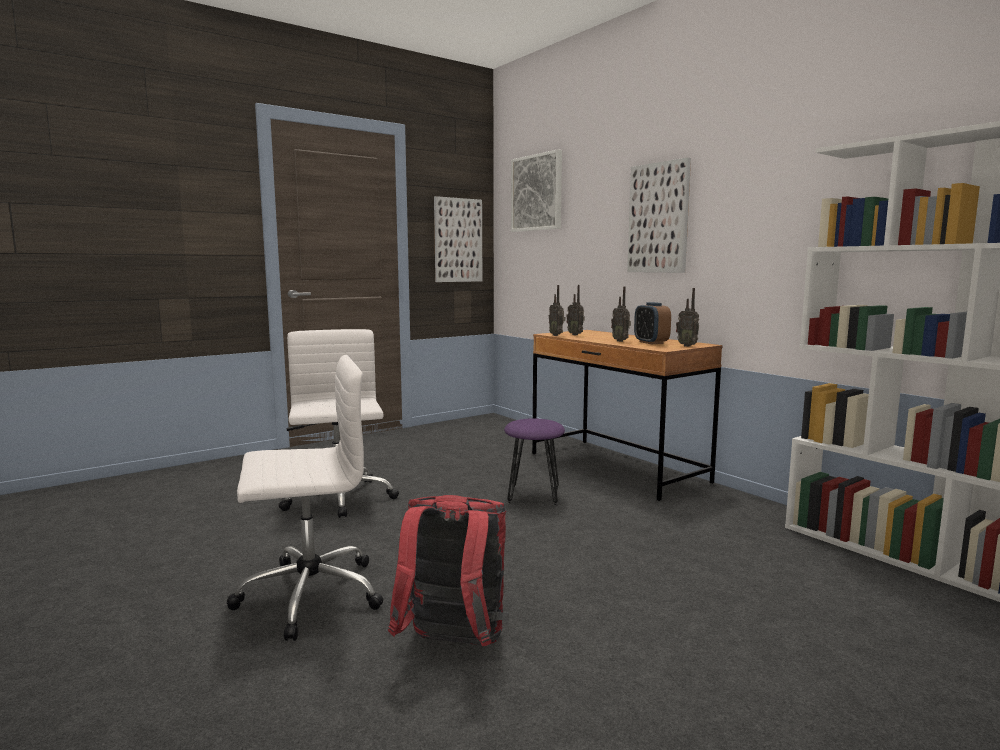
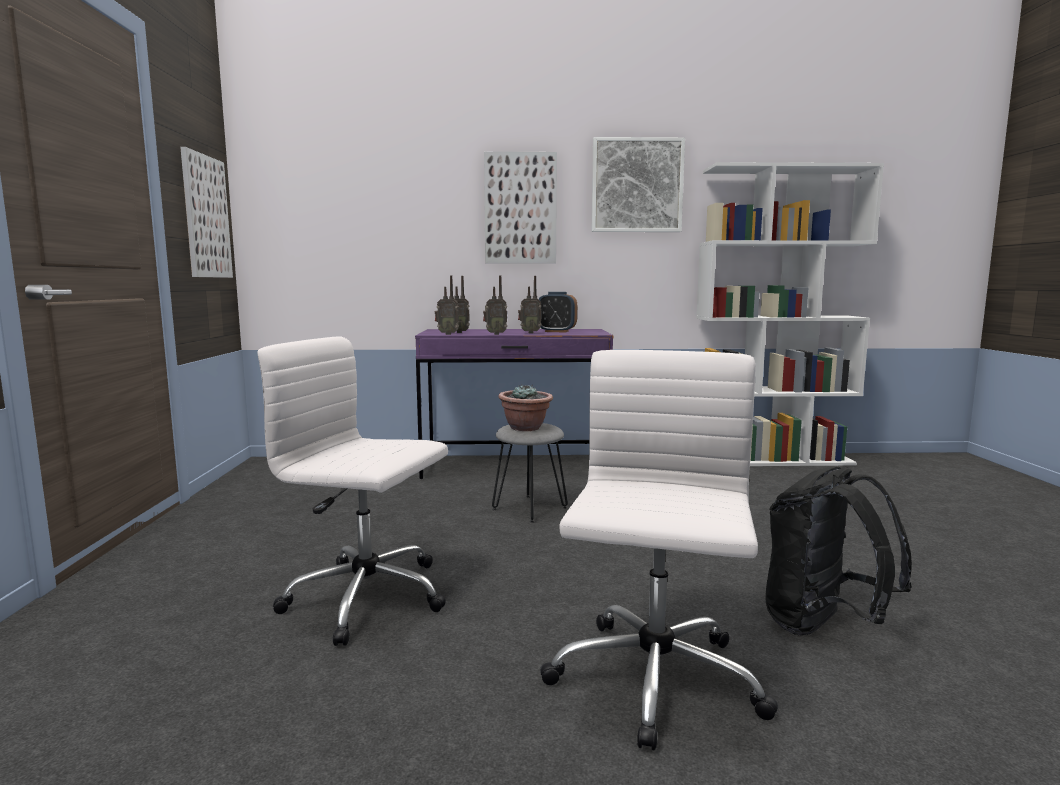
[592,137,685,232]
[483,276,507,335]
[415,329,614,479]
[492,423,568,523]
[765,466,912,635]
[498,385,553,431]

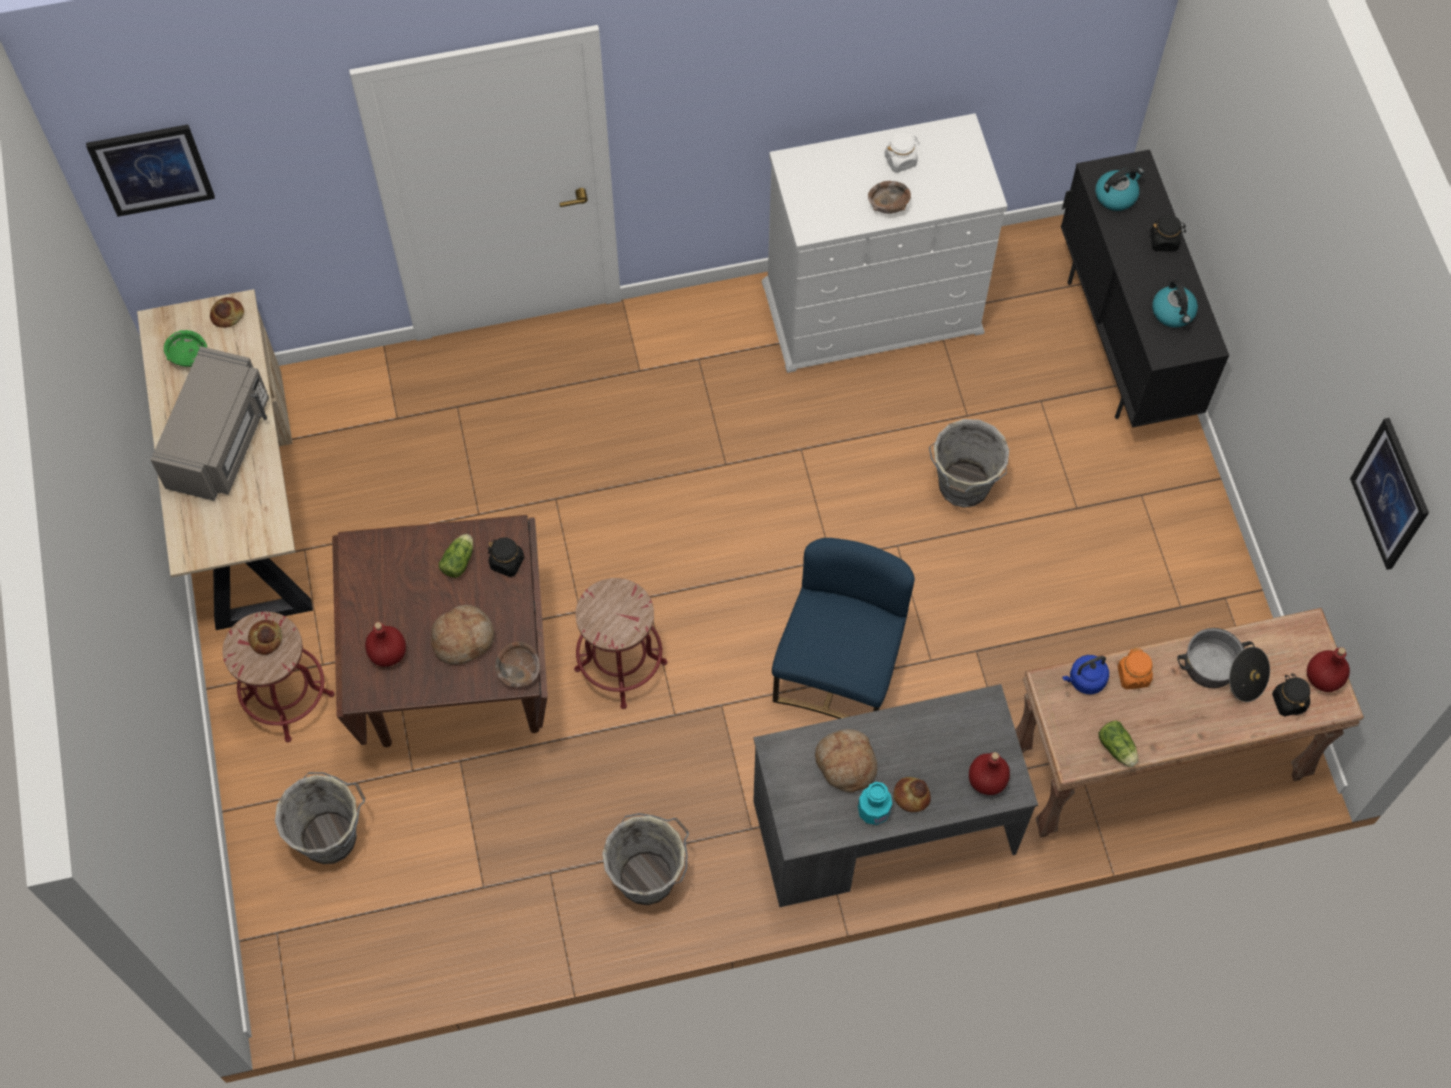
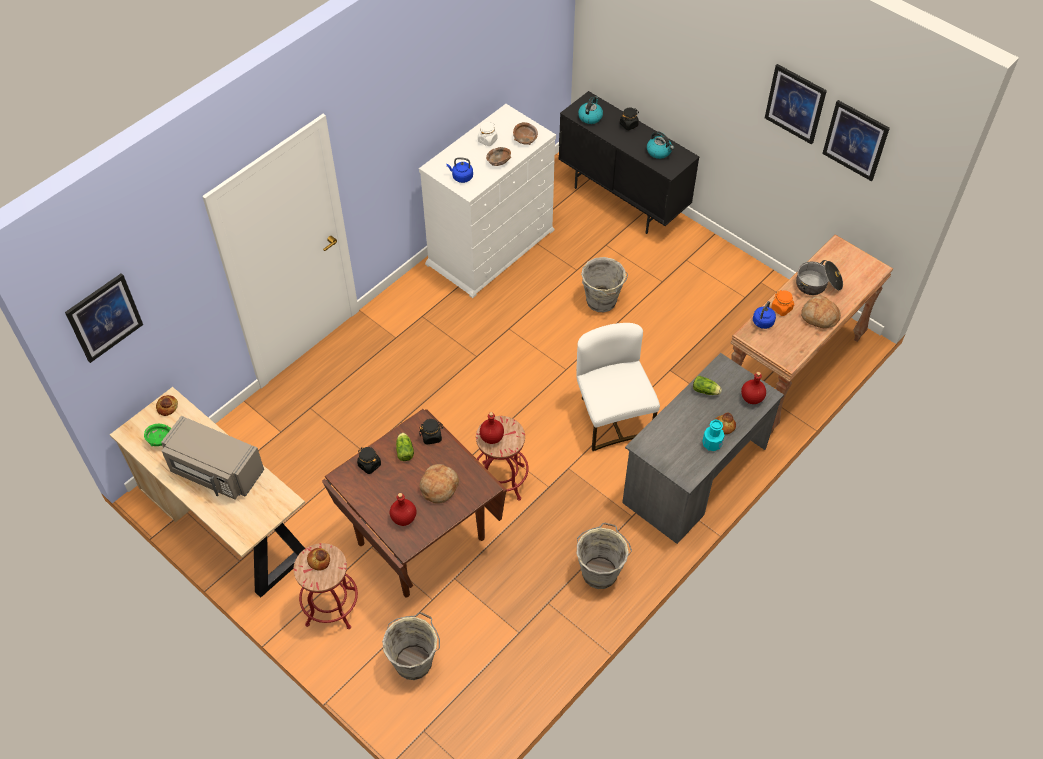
[161,416,264,499]
[576,323,660,451]
[513,122,538,145]
[480,412,504,444]
[357,447,381,474]
[693,376,722,395]
[801,296,841,328]
[765,64,827,145]
[447,157,473,183]

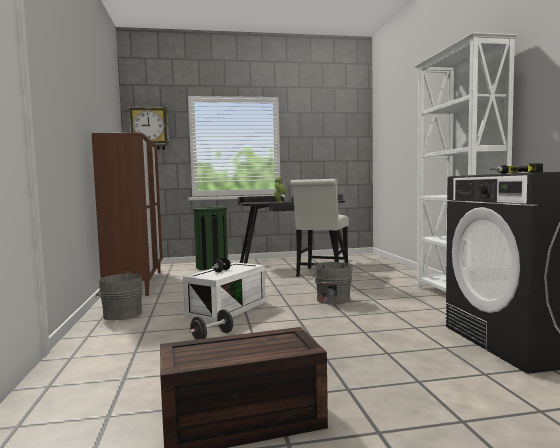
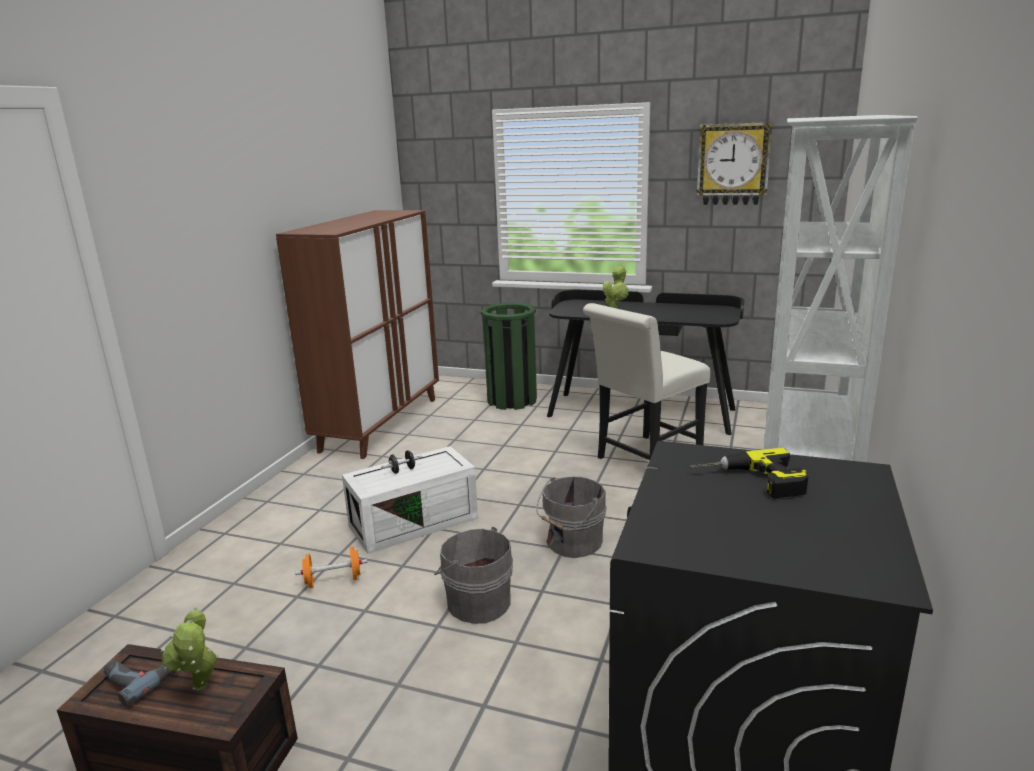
[696,122,773,205]
[434,527,513,624]
[295,546,367,588]
[160,608,220,690]
[104,660,176,707]

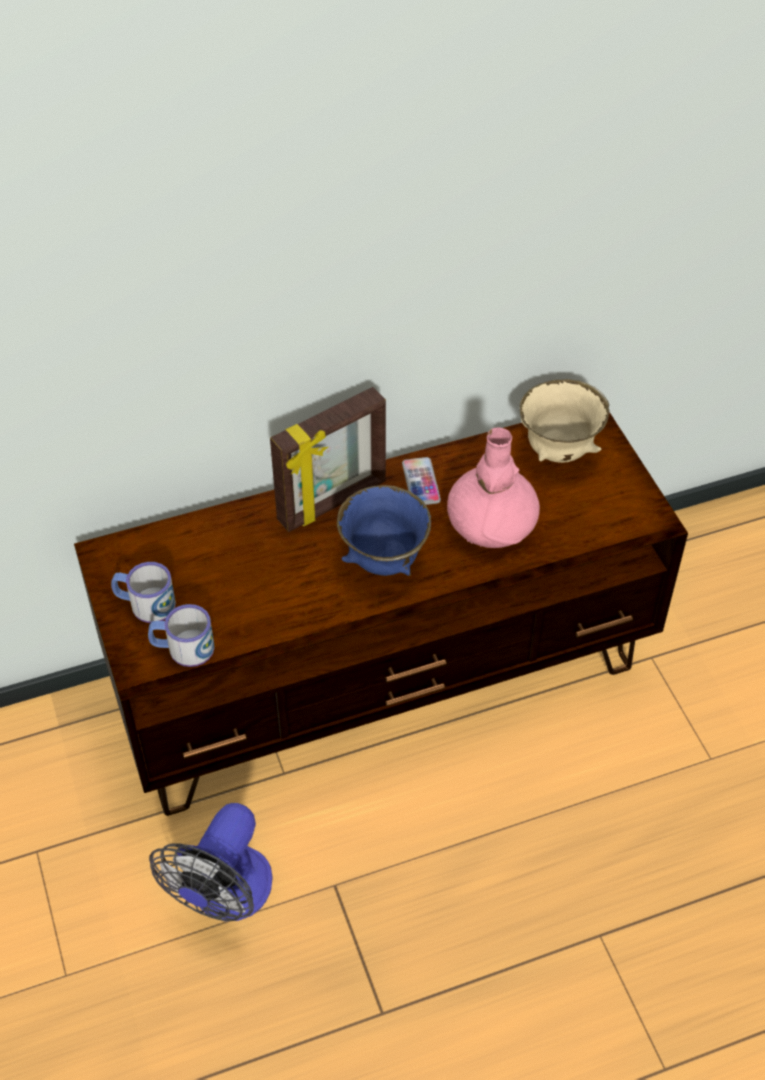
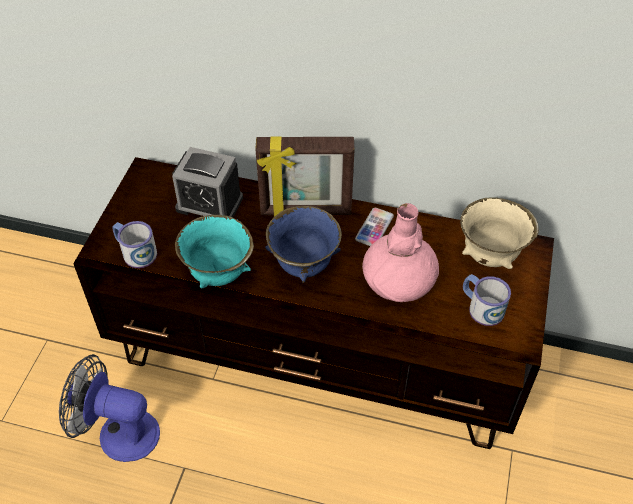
[463,274,511,326]
[59,354,160,462]
[172,147,243,218]
[175,215,254,288]

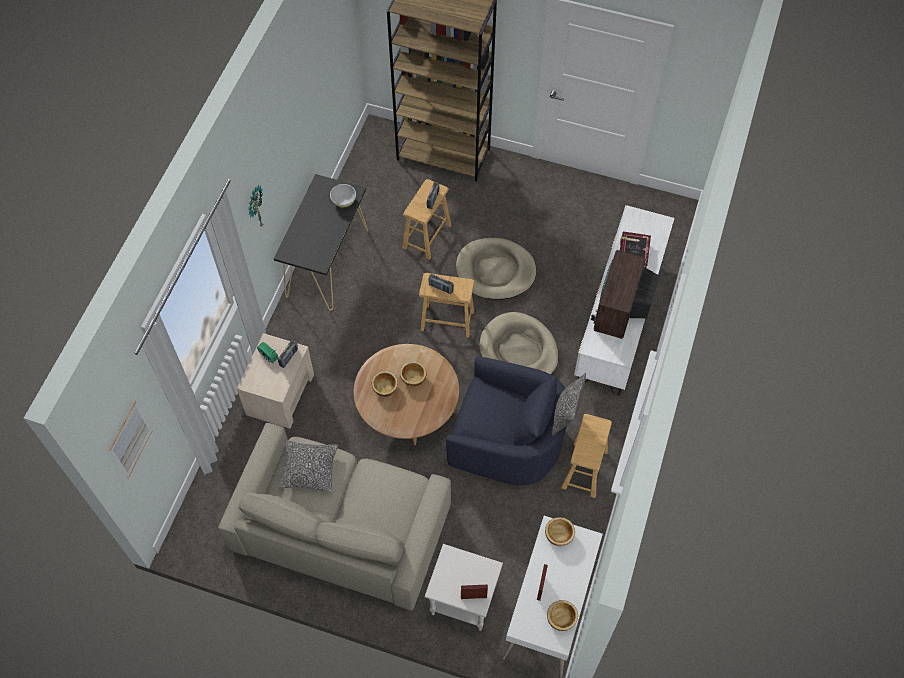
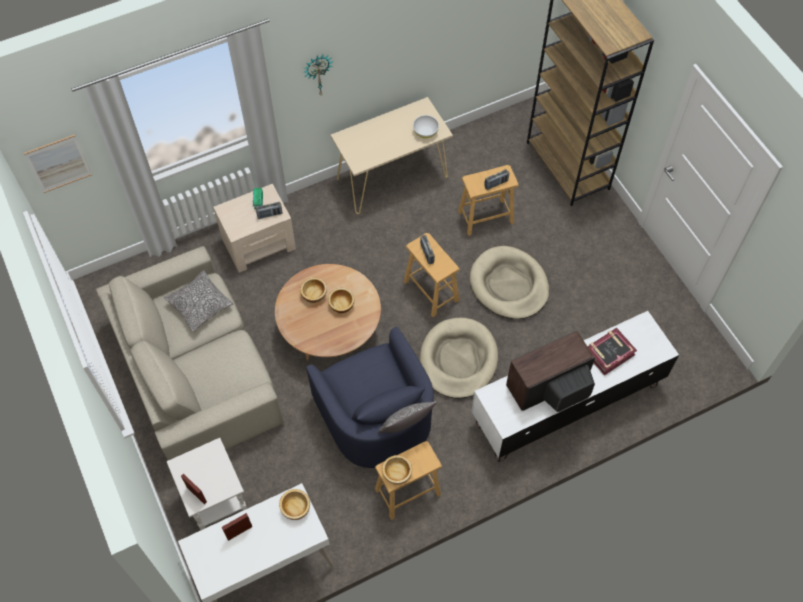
[331,97,453,214]
[382,455,412,484]

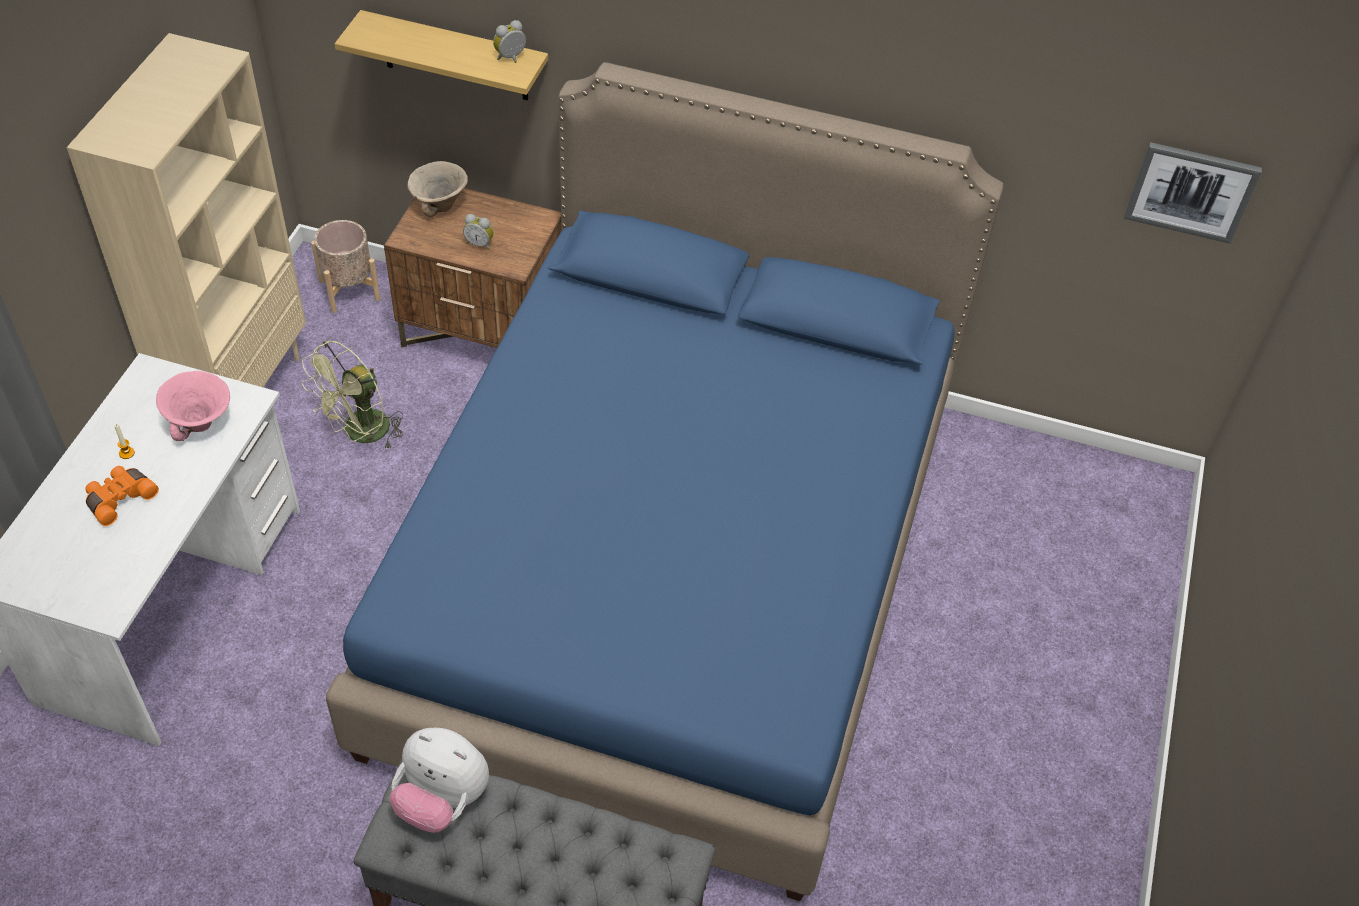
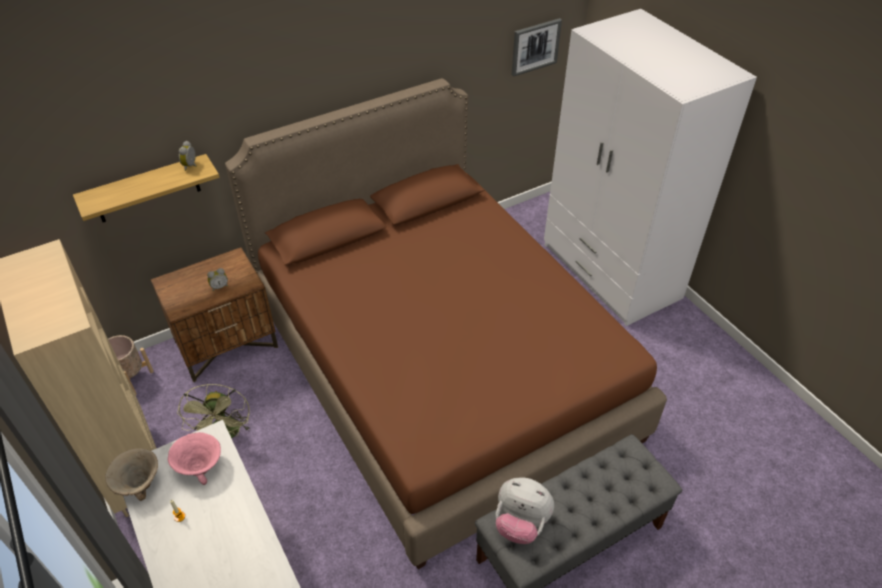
[225,78,667,569]
[105,448,158,501]
[85,466,159,526] (first image)
[496,477,554,544]
[544,9,757,326]

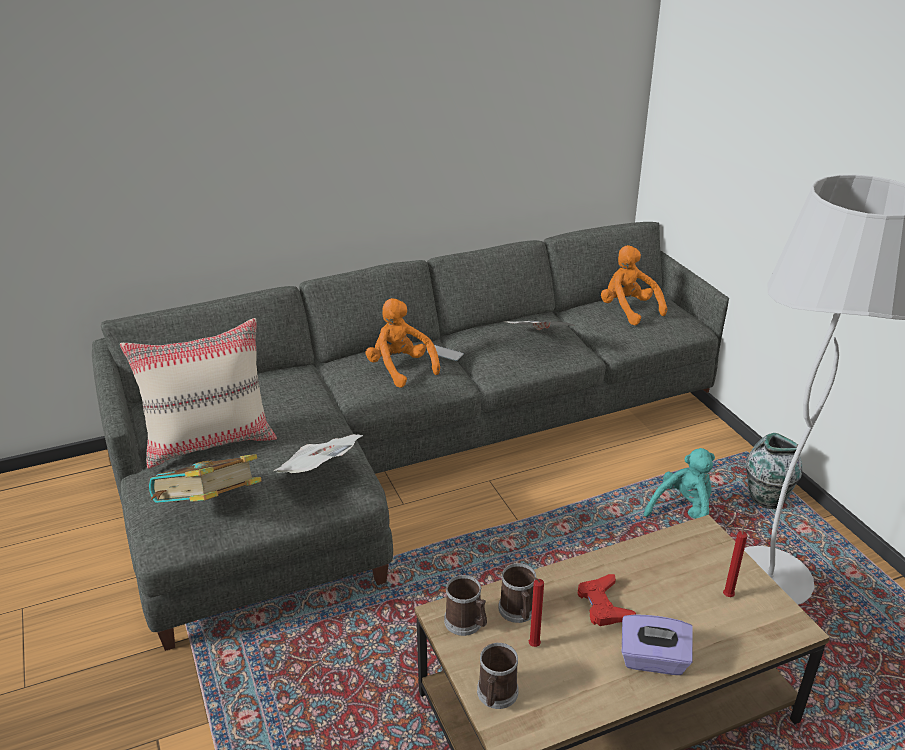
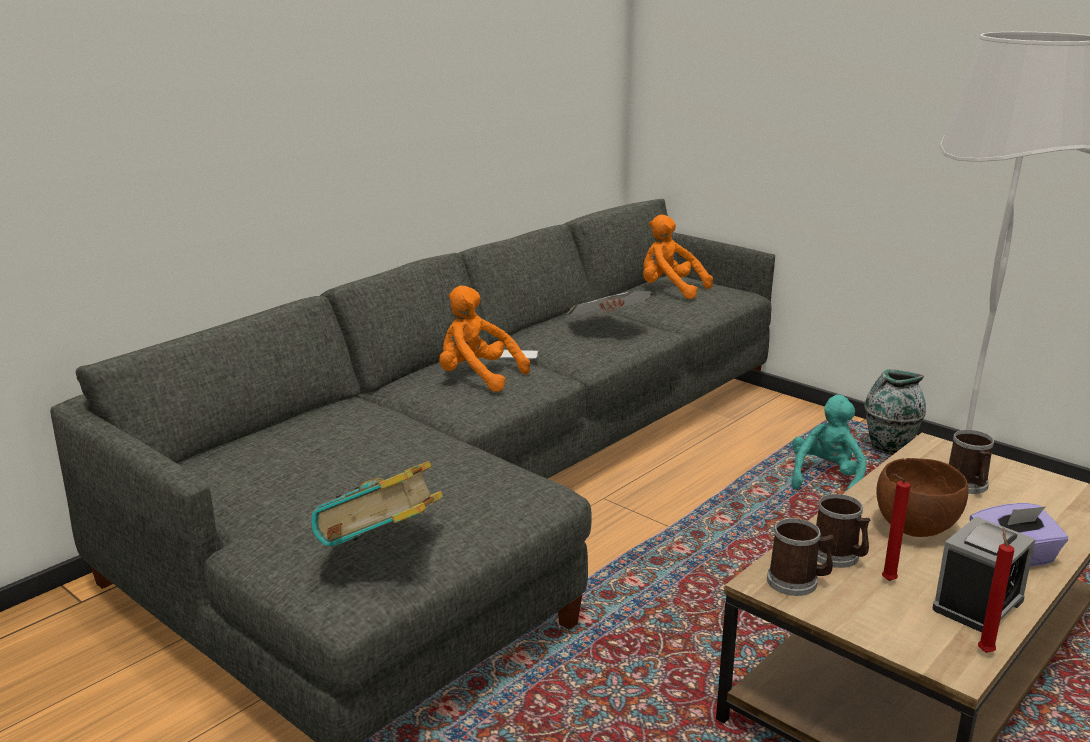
[120,318,277,469] (first image)
[274,434,363,473] (first image)
[978,527,1014,653]
[876,458,968,537]
[949,430,994,494]
[933,517,1036,632]

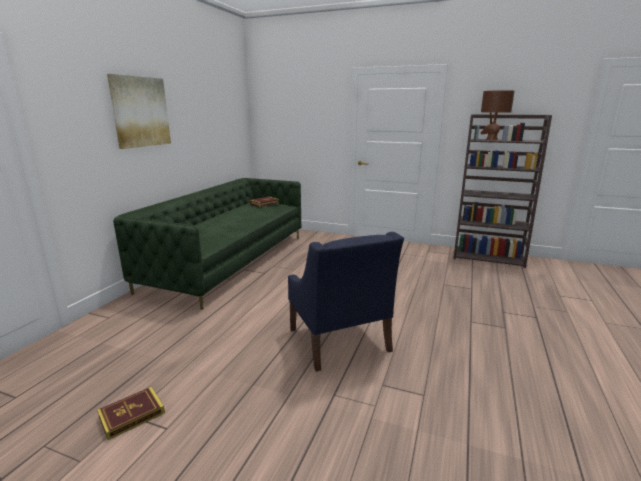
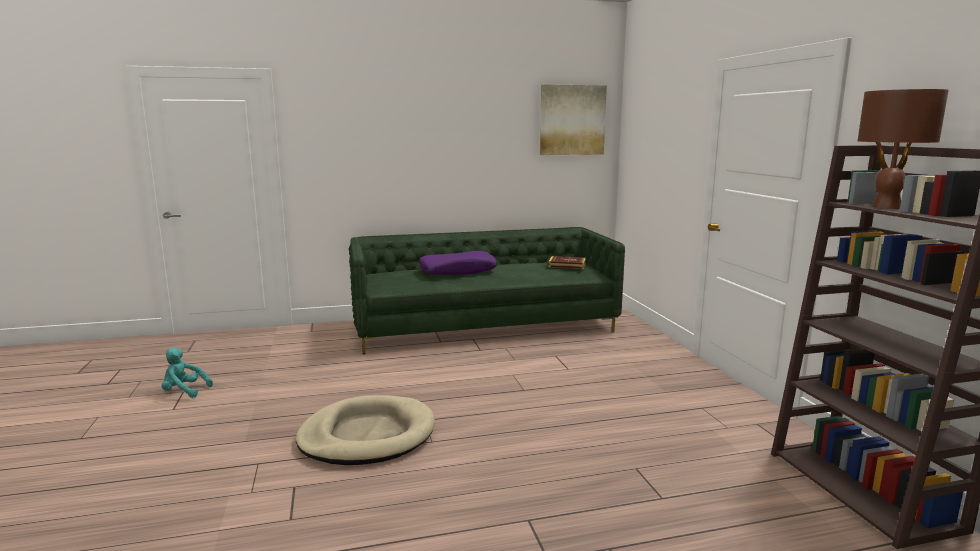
[540,84,607,155]
[296,395,435,465]
[162,348,213,398]
[419,251,497,275]

